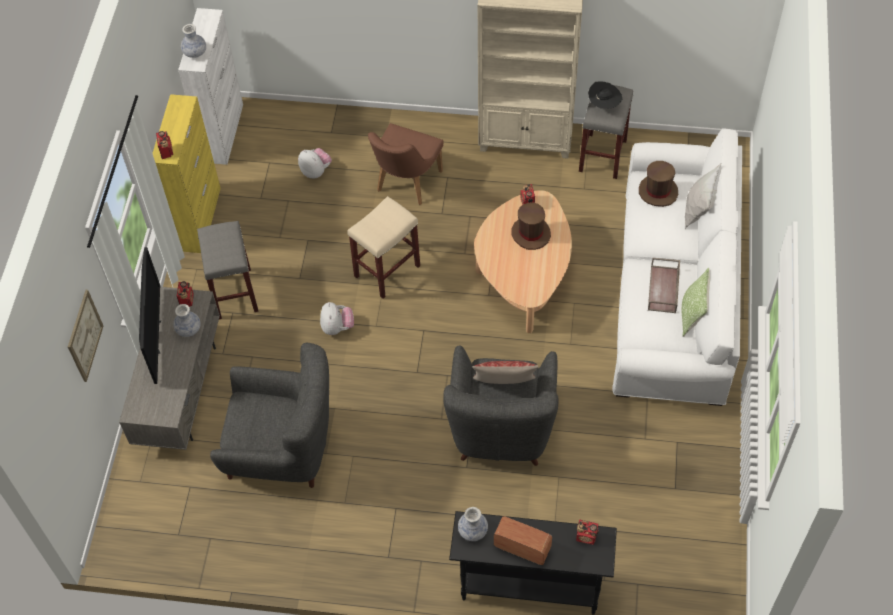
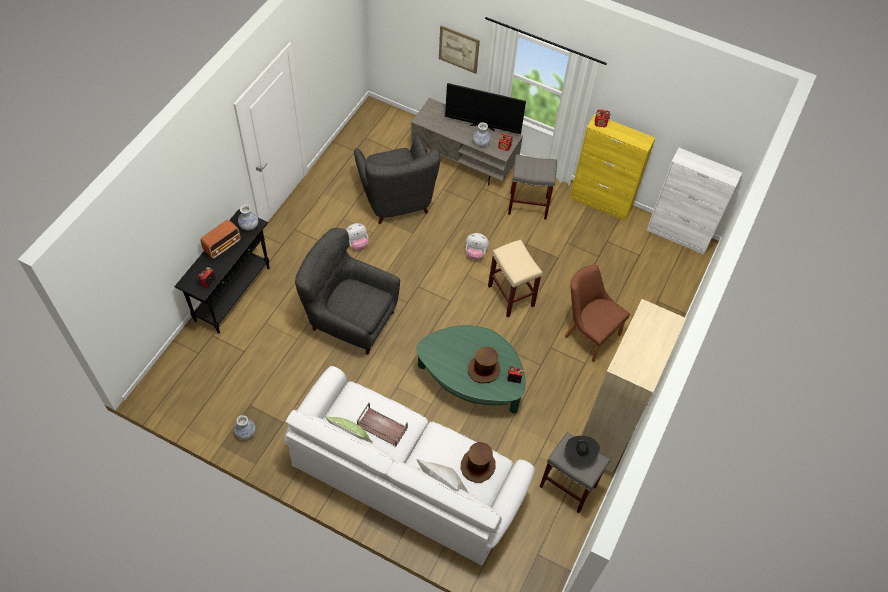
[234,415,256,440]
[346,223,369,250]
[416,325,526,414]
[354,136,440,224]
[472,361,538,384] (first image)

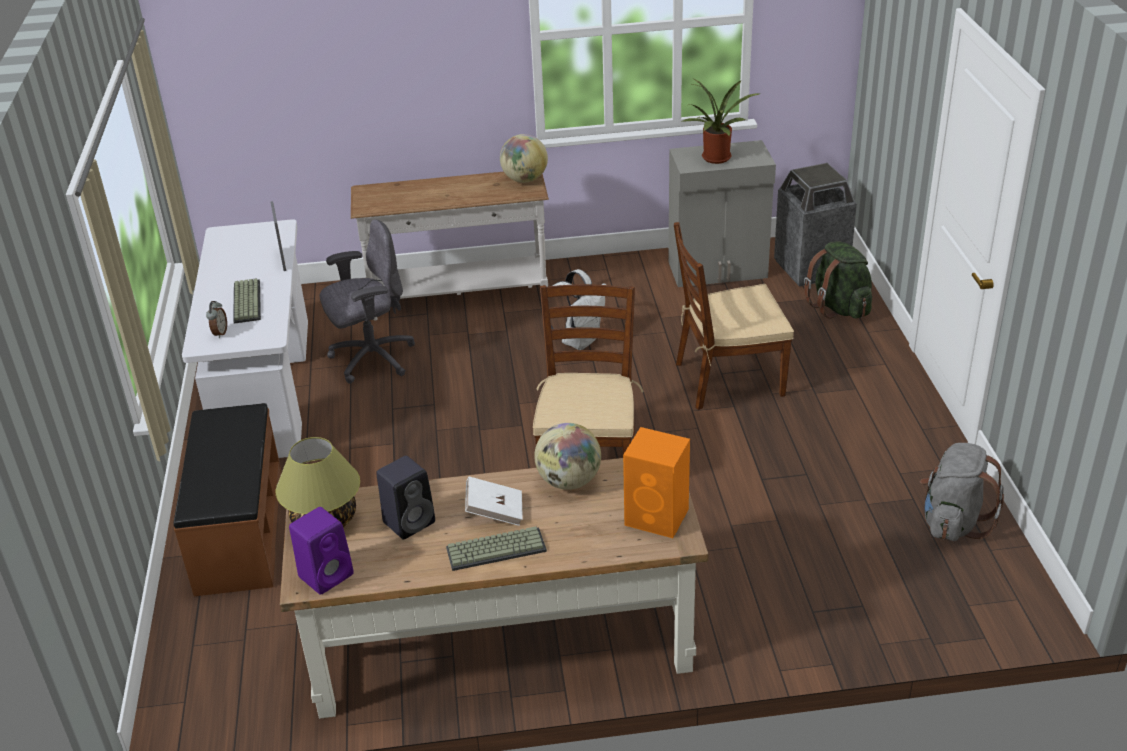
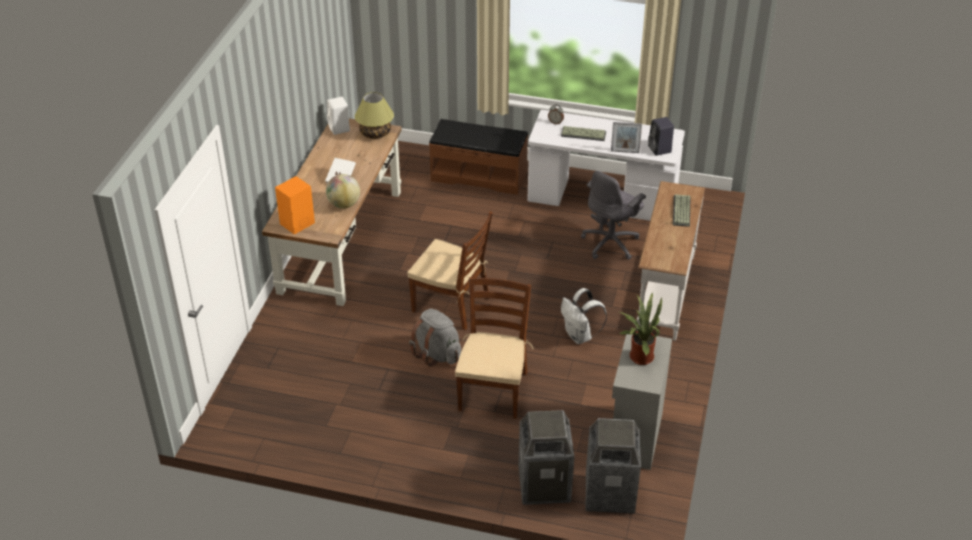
[500,134,548,183] (first image)
[581,171,646,260]
[518,410,575,505]
[409,309,461,367]
[648,117,674,156]
[327,97,350,135]
[673,194,691,227]

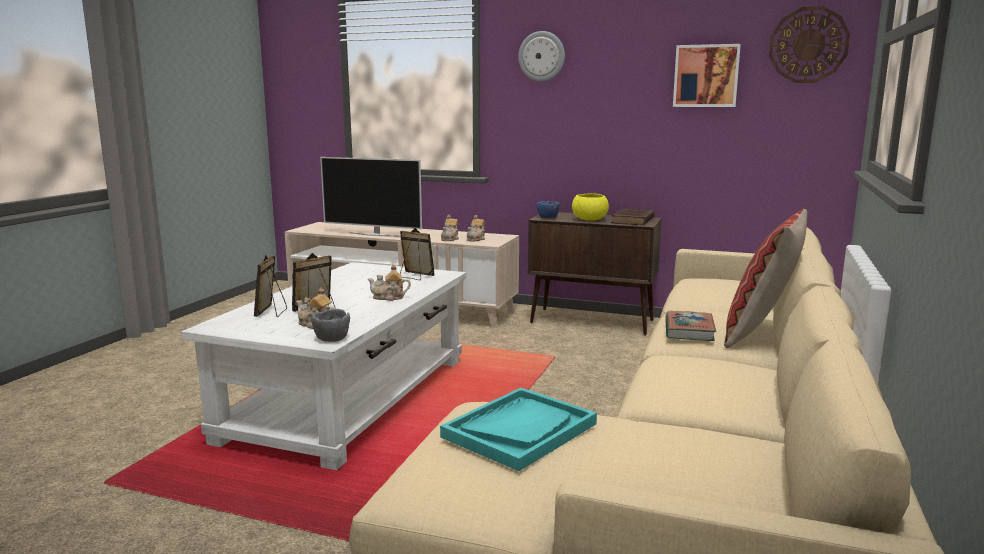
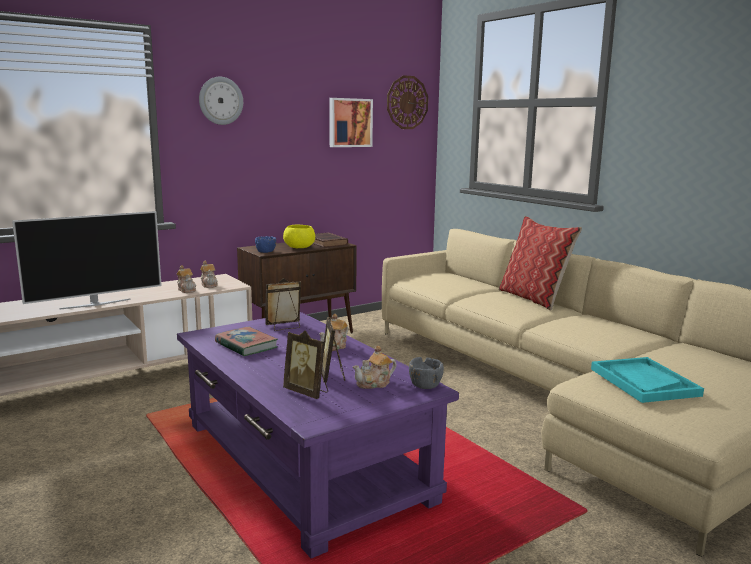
[177,312,459,558]
[215,327,278,356]

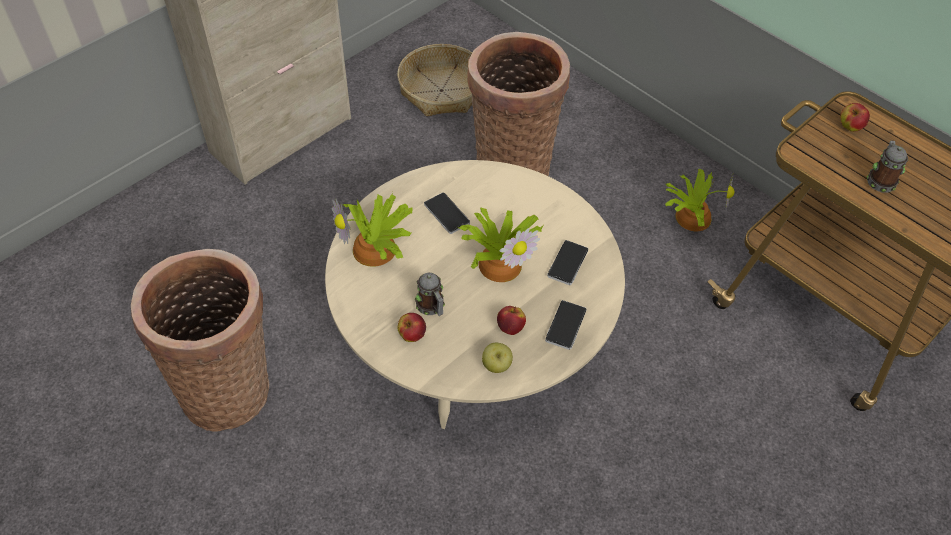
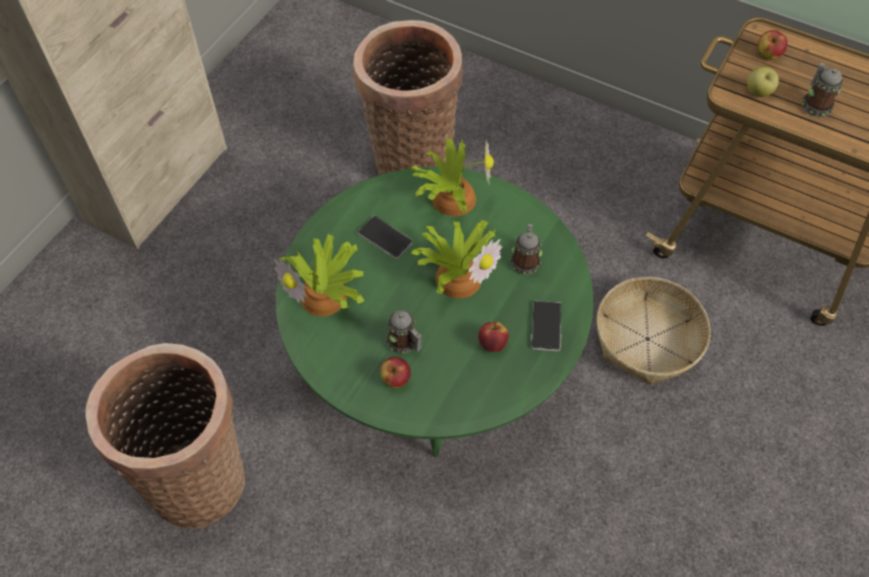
[596,277,710,385]
[276,167,593,457]
[410,138,494,216]
[510,224,542,275]
[747,67,779,97]

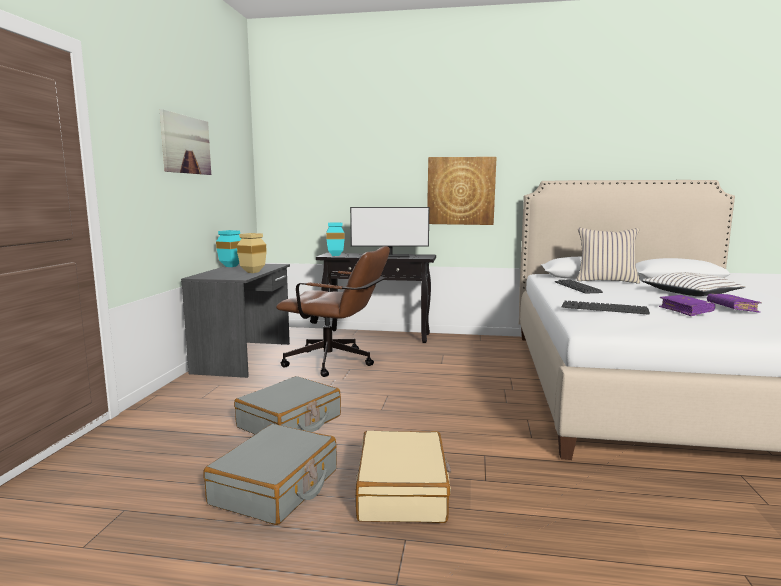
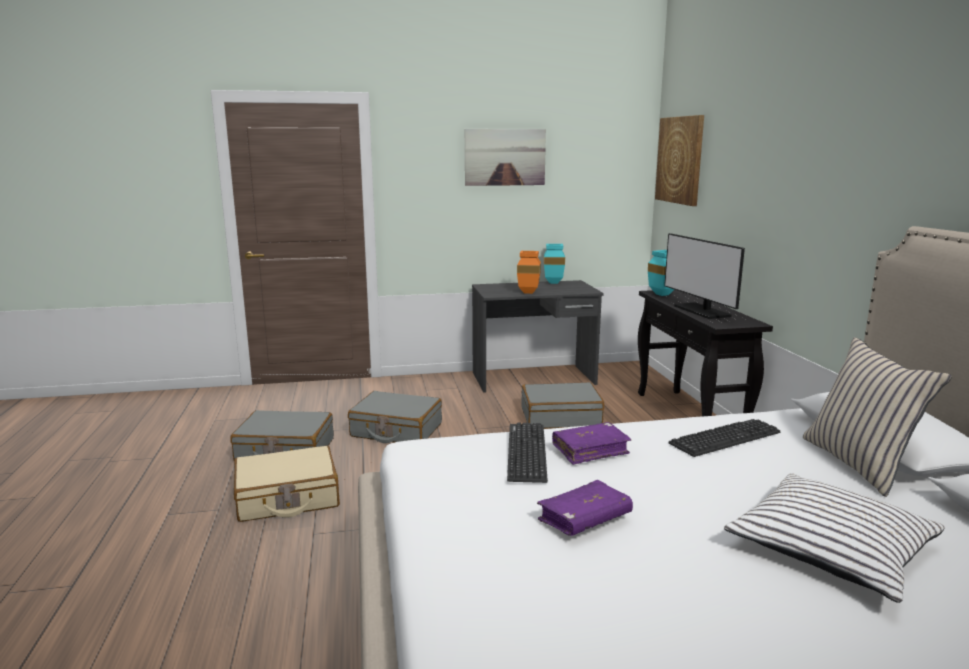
[655,115,704,206]
[517,251,541,294]
[521,382,604,429]
[552,422,632,465]

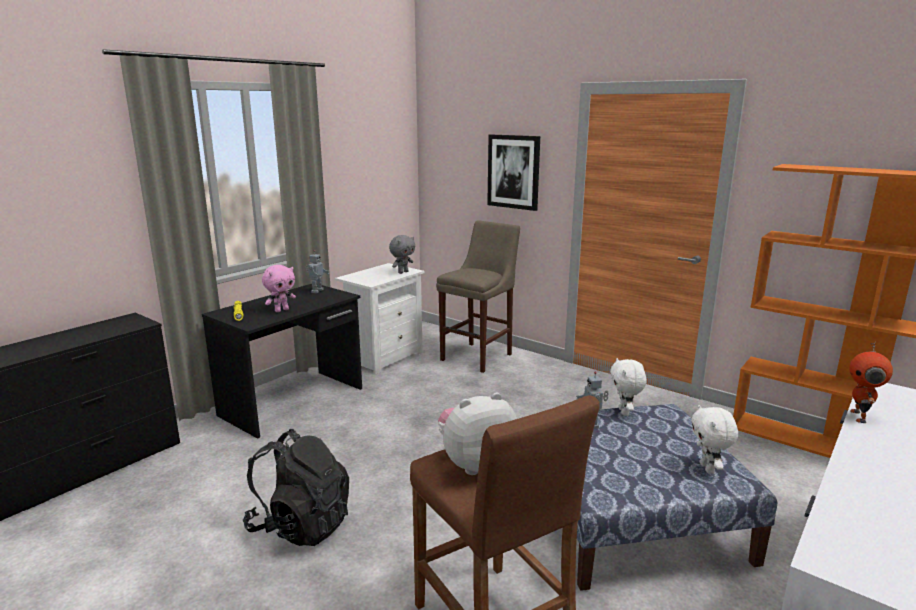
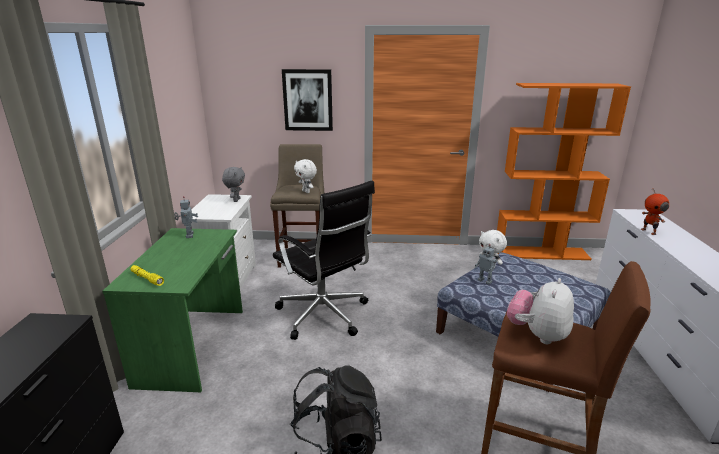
[262,265,296,312] (first image)
[103,228,243,392]
[294,159,317,193]
[273,180,375,340]

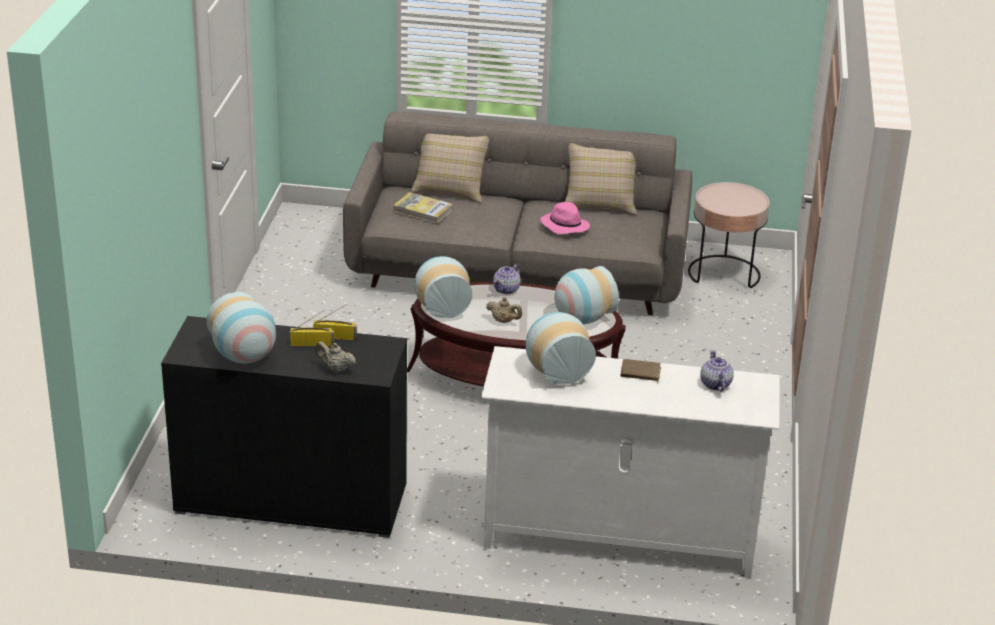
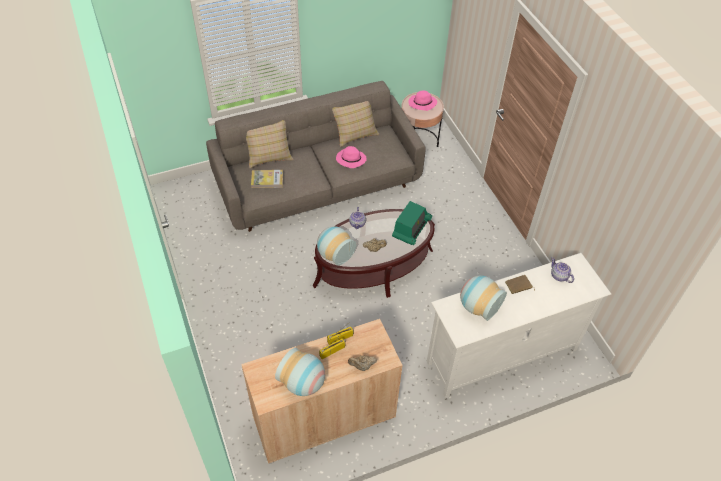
[392,201,432,245]
[241,319,403,464]
[408,90,437,111]

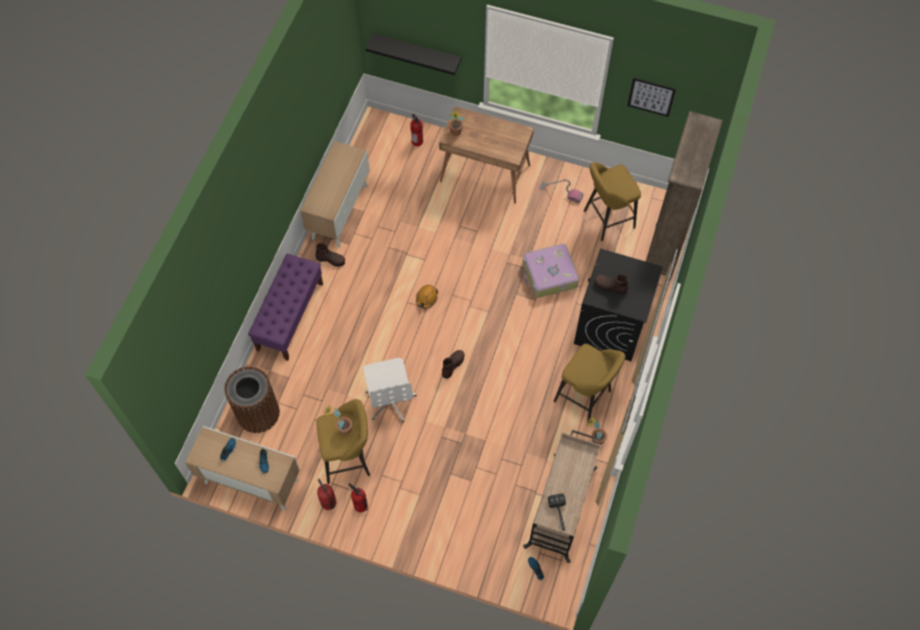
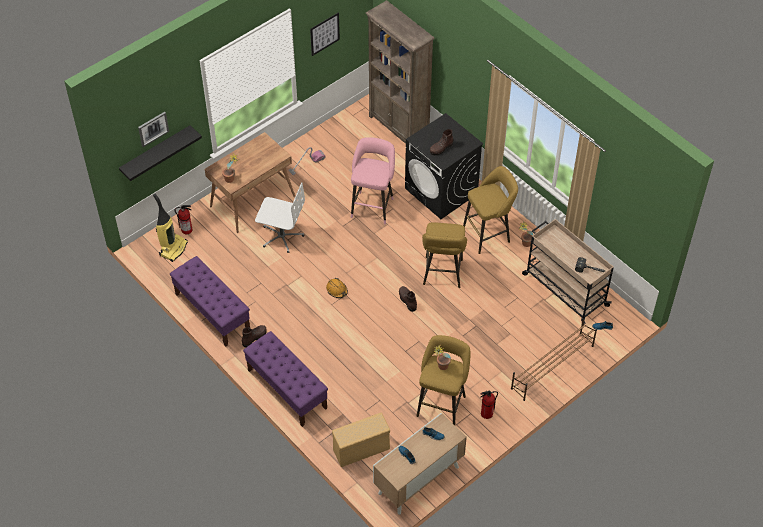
[170,256,250,346]
[422,222,467,288]
[351,137,395,224]
[255,182,305,253]
[332,413,390,467]
[317,479,337,510] (first image)
[138,112,169,147]
[153,194,188,262]
[511,318,597,401]

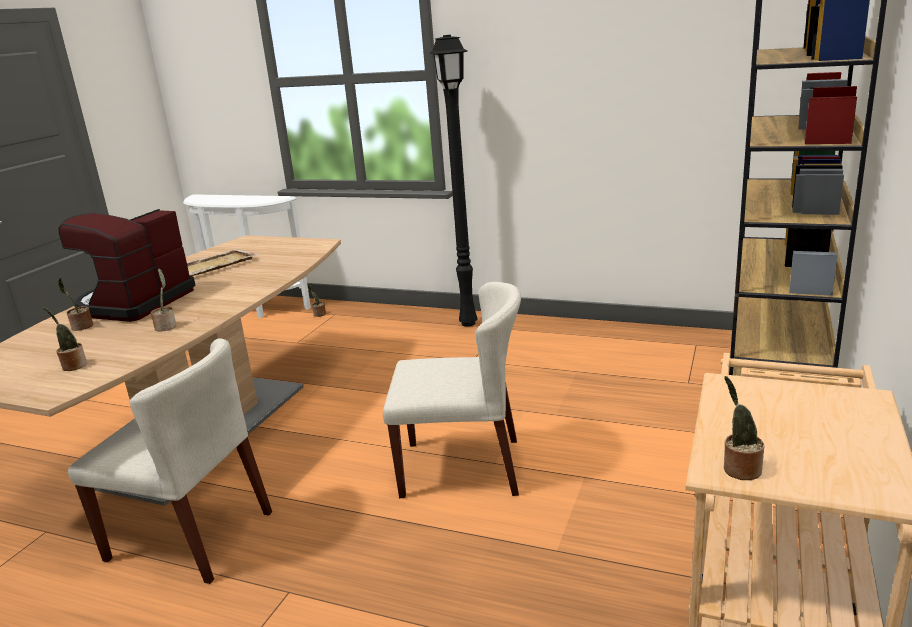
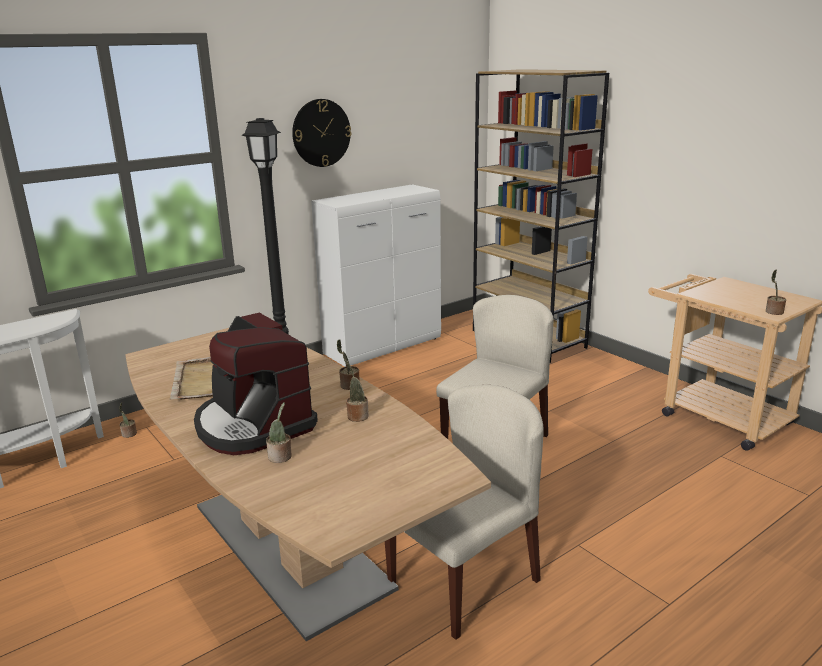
[337,339,360,390]
[292,99,351,167]
[311,184,441,367]

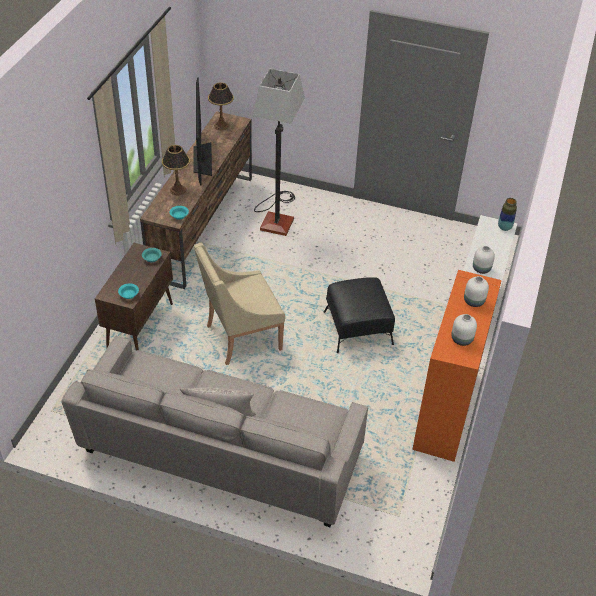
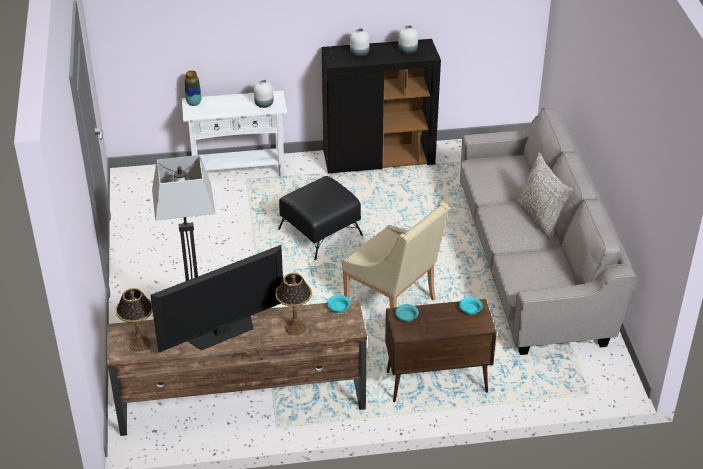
[322,39,441,174]

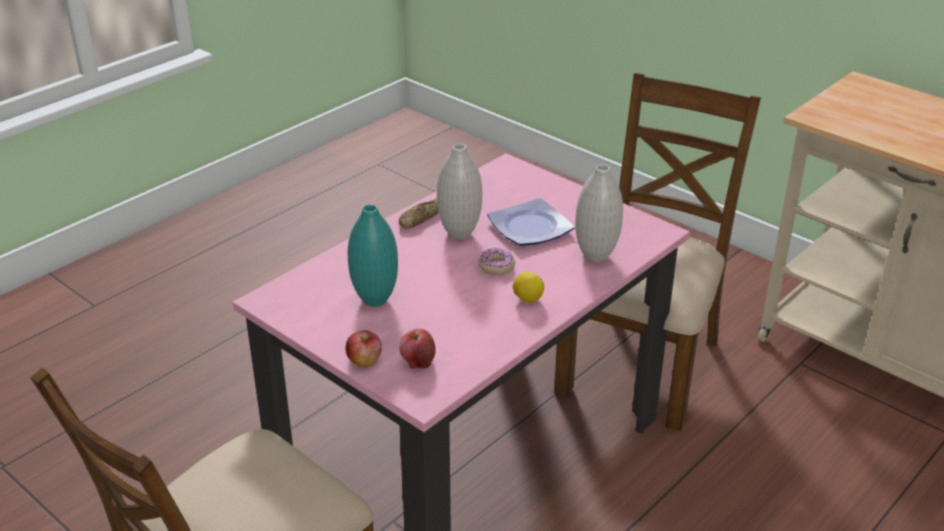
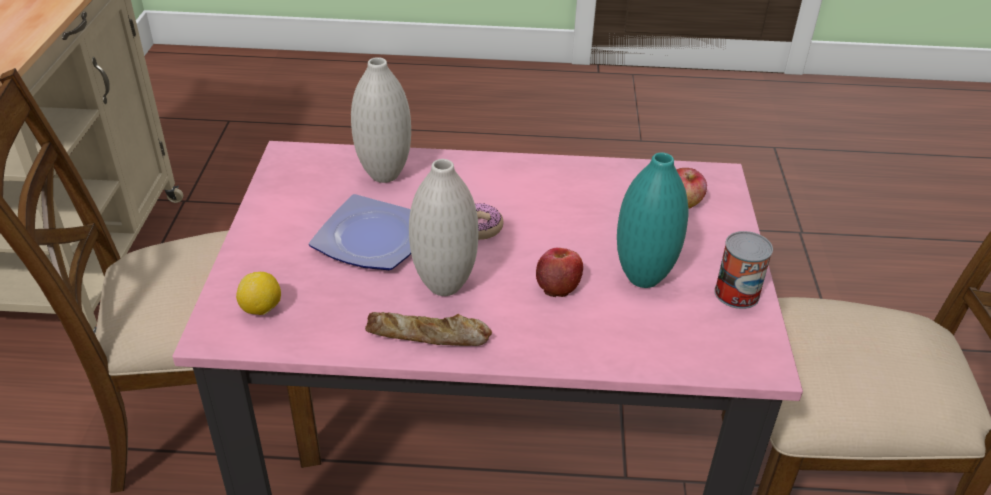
[236,272,281,315]
[536,247,583,297]
[714,231,773,309]

